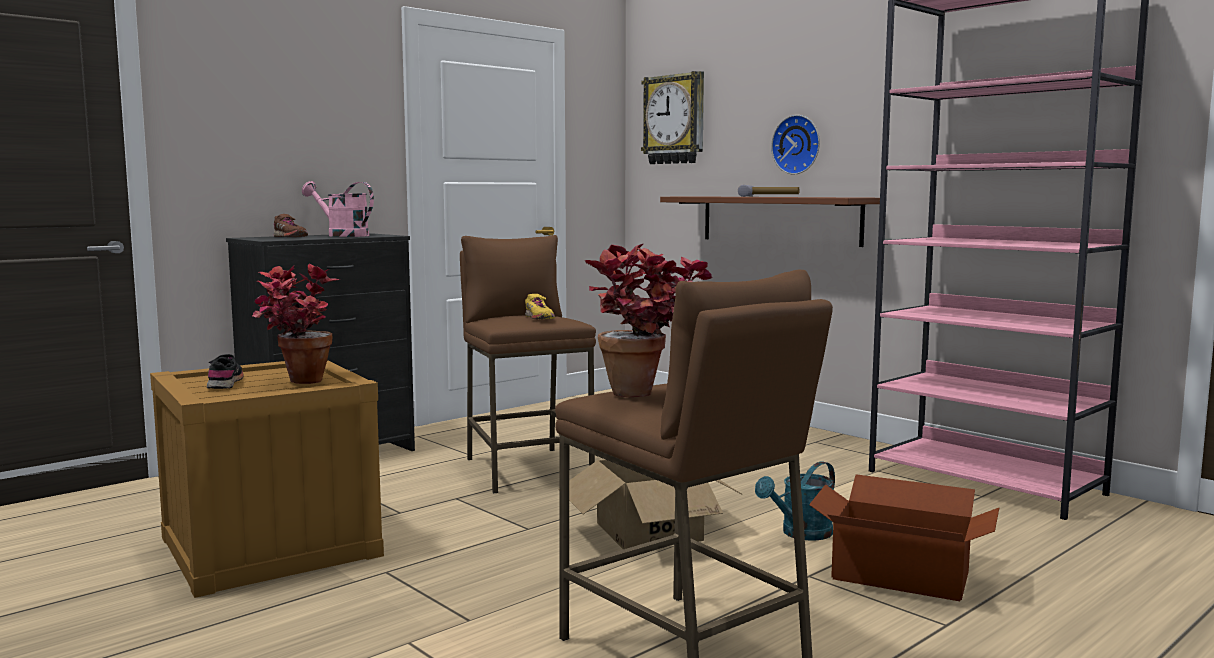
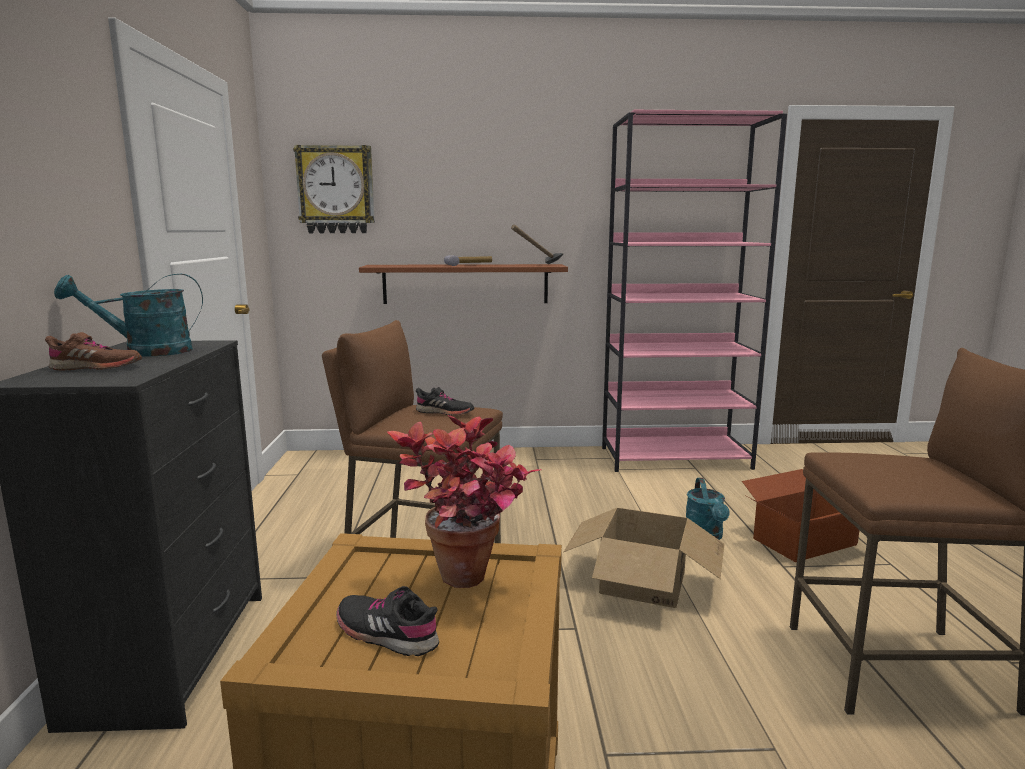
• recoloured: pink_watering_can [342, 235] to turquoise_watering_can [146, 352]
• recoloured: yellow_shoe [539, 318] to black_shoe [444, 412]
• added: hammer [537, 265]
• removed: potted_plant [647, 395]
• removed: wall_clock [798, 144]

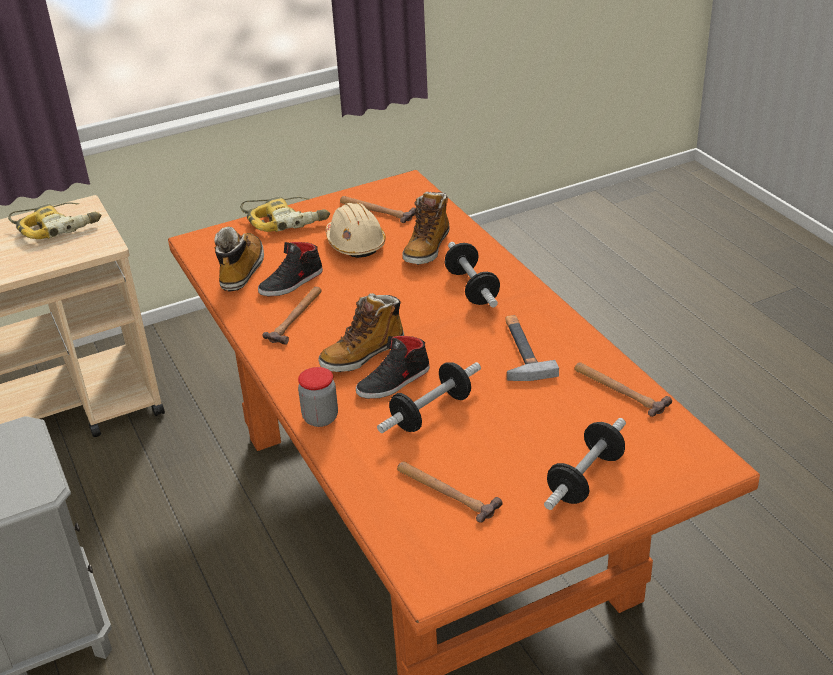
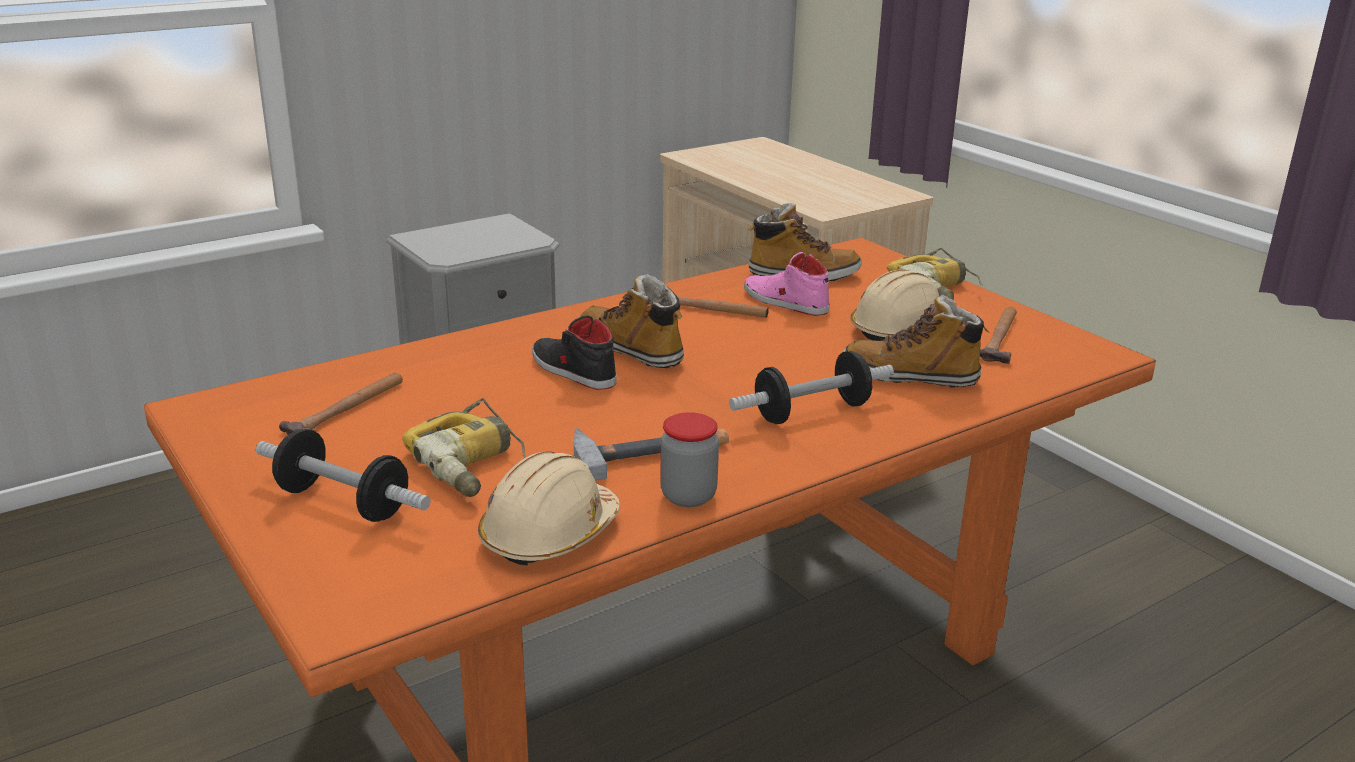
• moved: power_drill [57, 226] to [472, 462]
• replaced: hammer [619, 390] to beige_hard_hat [549, 534]
• moved: jar [320, 418] to [688, 496]
• recoloured: black_shoe [291, 283] to pink_shoe [784, 302]
• removed: dumbbell [431, 412]

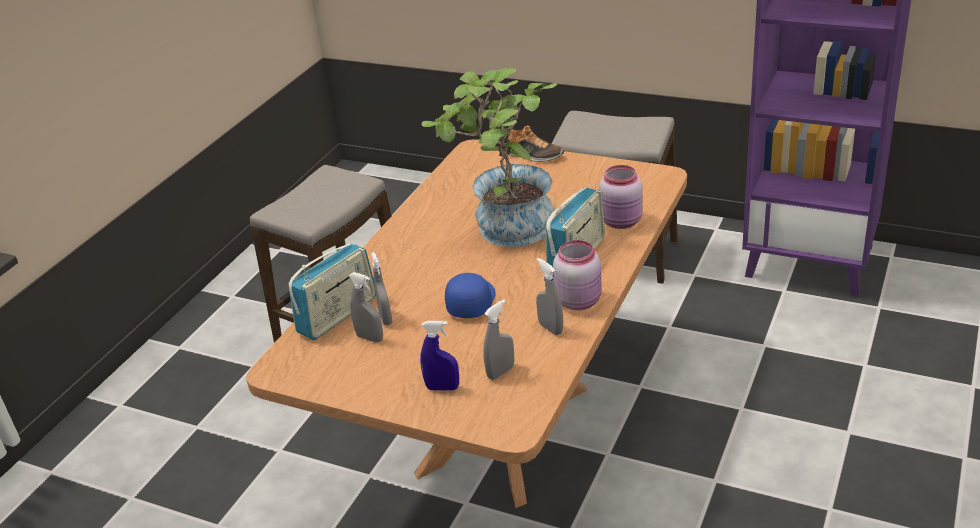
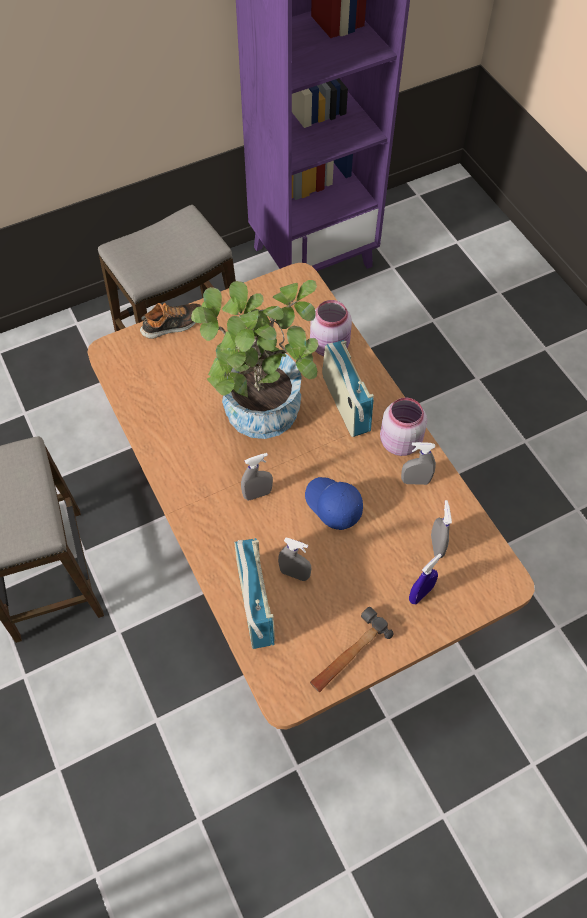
• moved: grey_spray_bottle [370, 338] to [257, 494]
• added: hammer [348, 654]

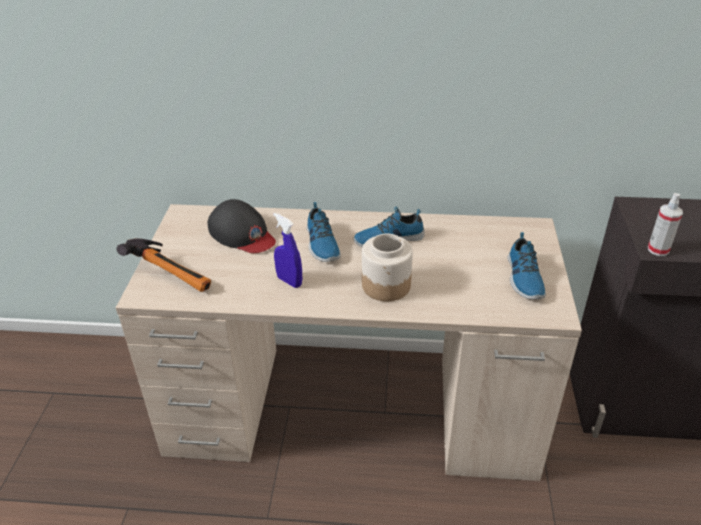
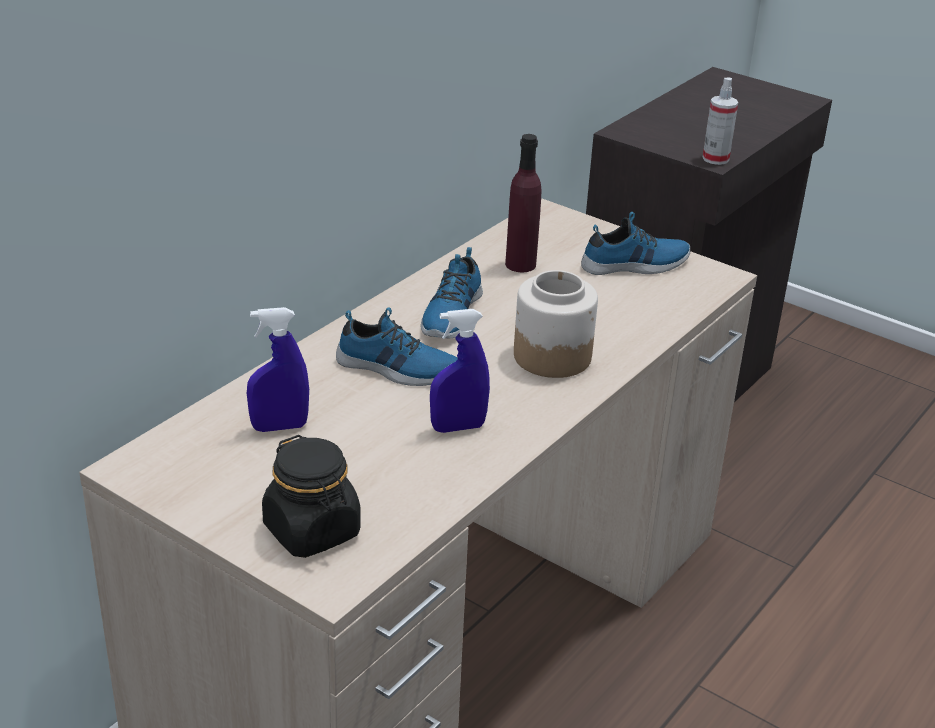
• replaced: black_cap [242, 234] to blue_spray_bottle [279, 427]
• replaced: hammer [173, 274] to black_jar [312, 531]
• added: purple_bottle [520, 264]
• turned: shoe [523, 278] = [636, 265] 45 degrees counterclockwise

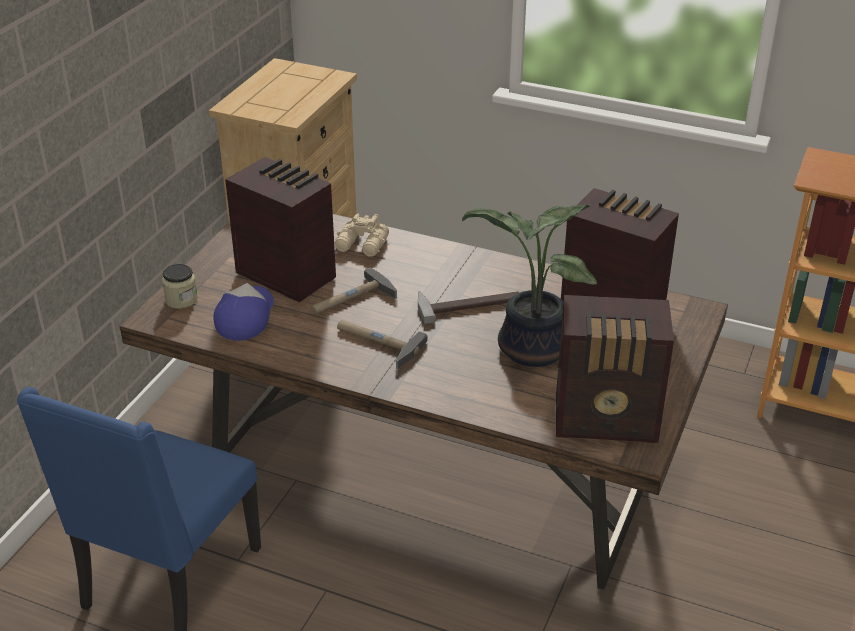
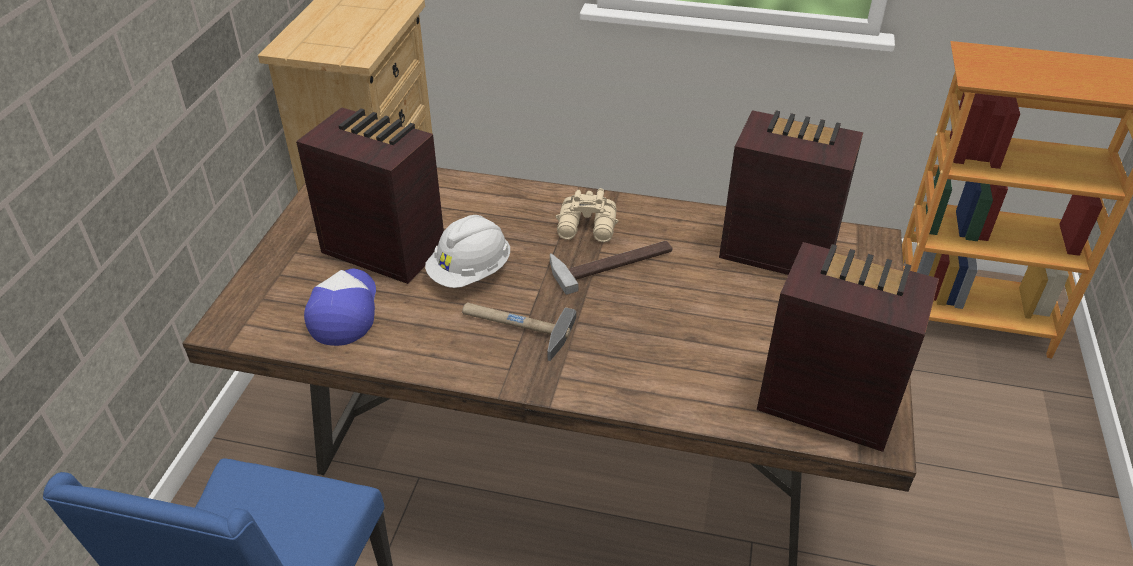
• replaced: hammer [351, 299] to white_hard_hat [470, 272]
• moved: beige_binoculars [362, 245] to [588, 228]
• turned: radio [608, 421] = [825, 401] 150 degrees counterclockwise
• removed: jar [181, 300]
• removed: potted_plant [529, 350]

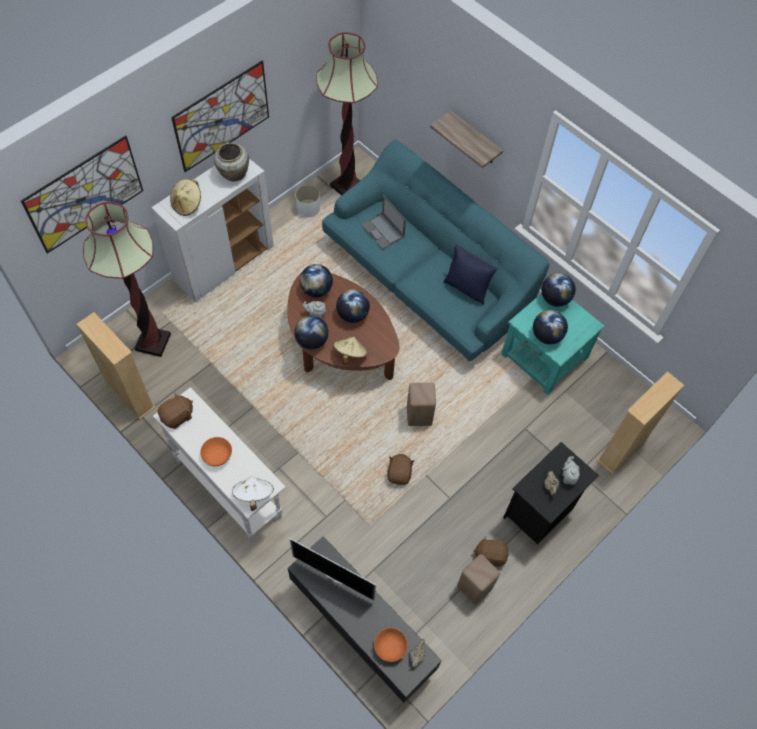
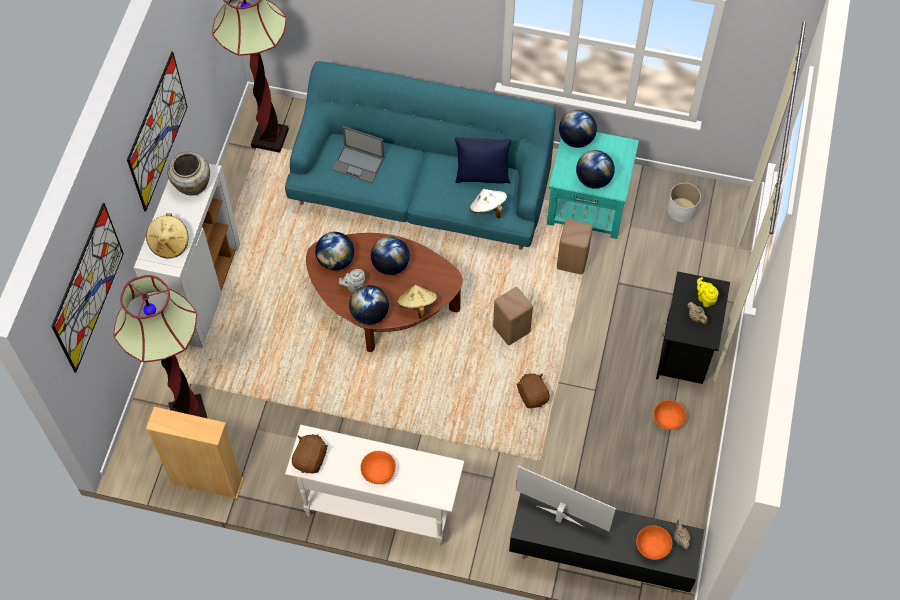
• moved: white_hat [253, 495] to [488, 209]
• turned: television [335, 576] = [559, 517] 150 degrees counterclockwise
• moved: beige_stool [474, 588] to [573, 262]
• replaced: brown_plush_toy [490, 555] to orange_bowl [668, 419]
• moved: white_planter [308, 208] to [681, 210]
• recoloured: grey_teapot [568, 476] to yellow_teapot [705, 298]
• removed: shelf [475, 139]
• removed: beige_bookcase [622, 449]

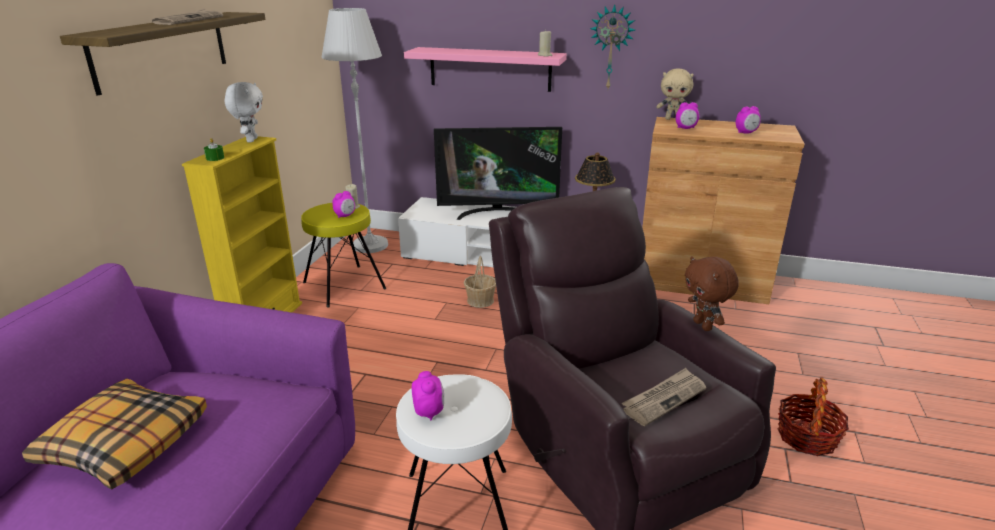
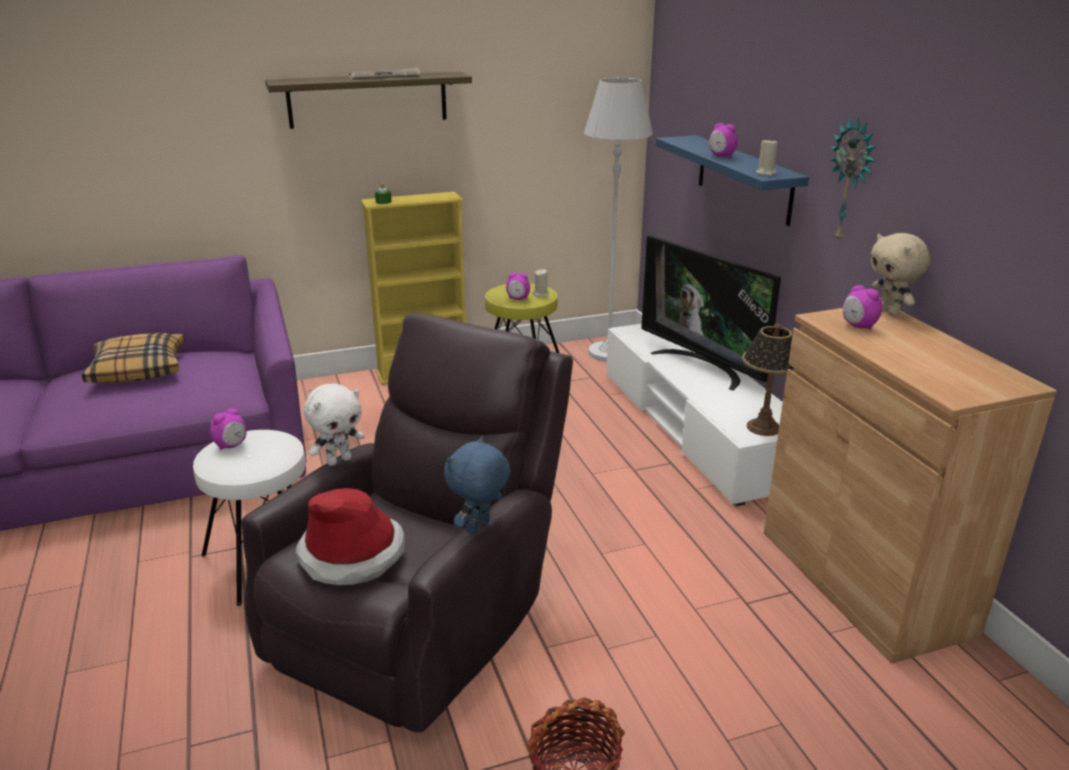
• replaced: newspaper [664, 398] to hat [352, 554]
• moved: white_plush_toy [251, 140] to [339, 460]
• recoloured: brown_plush_toy [703, 325] to blue_plush_toy [479, 528]
• recoloured: pink_shelf [490, 69] to blue_shelf [744, 179]
• moved: alarm_clock [746, 133] to [721, 156]
• removed: basket [480, 300]

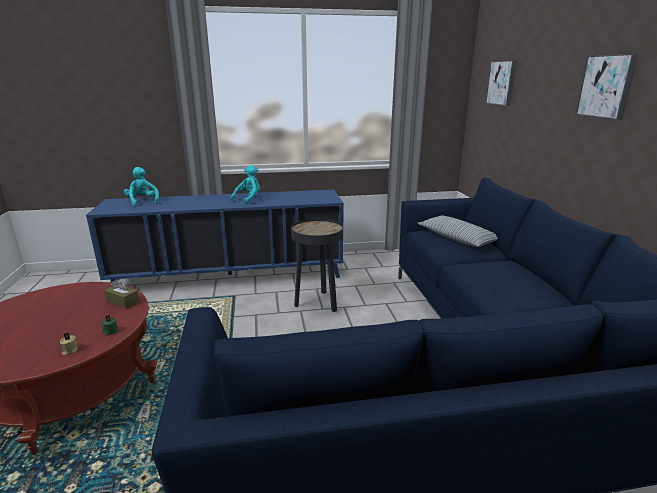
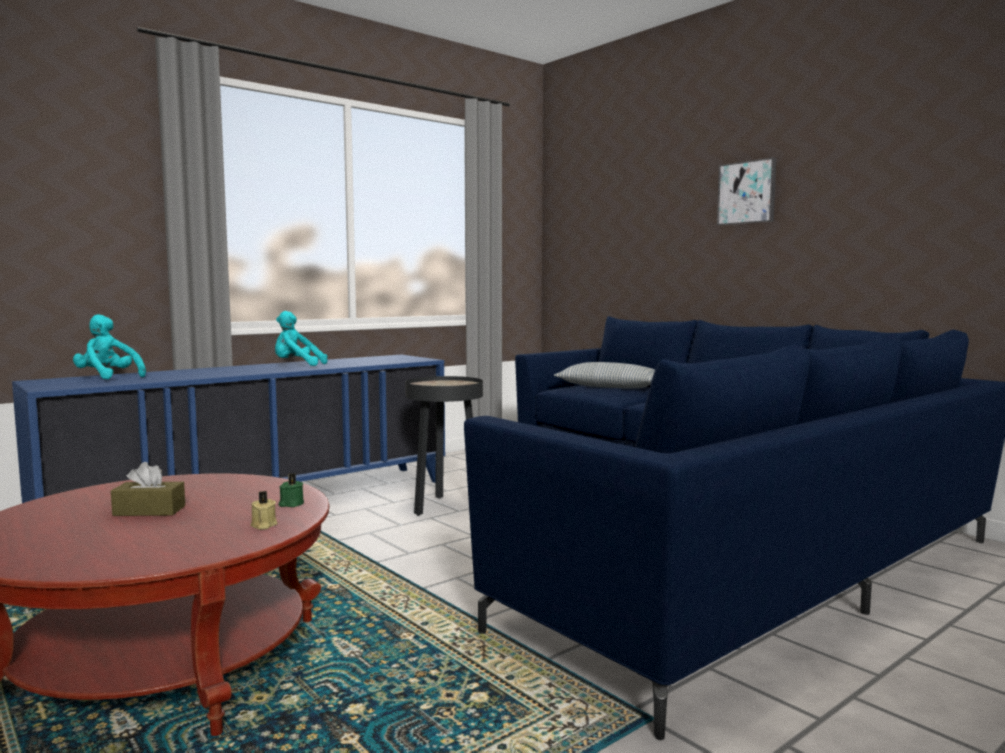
• moved: brown_tissue_box [123, 301] to [149, 511]
• turned: turquoise_plush_toy [248, 199] = [296, 365] 90 degrees counterclockwise
• removed: picture [502, 83]

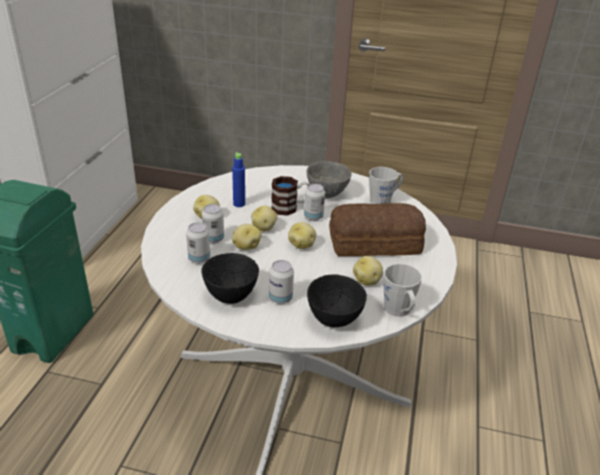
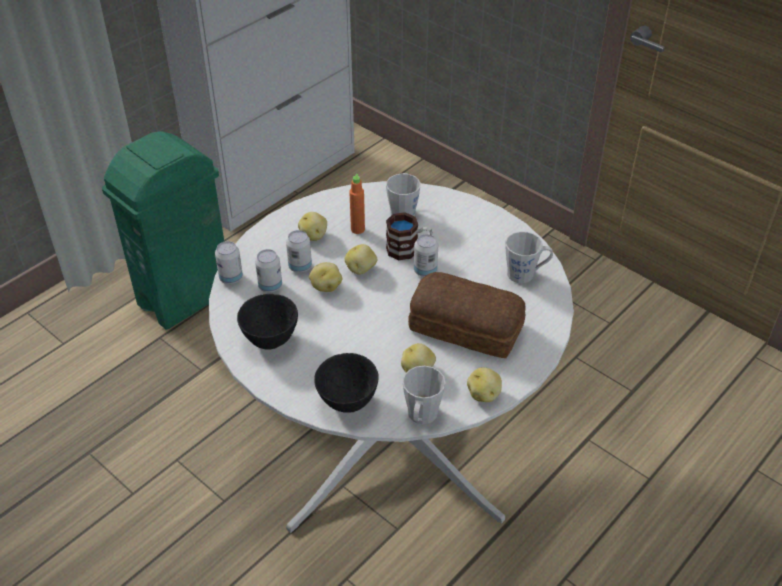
• moved: can [280, 298] to [231, 278]
• recoloured: blue_bottle [239, 204] to orange_bottle [357, 229]
• added: grey_mug [403, 211]
• moved: potato [302, 245] to [484, 394]
• removed: grey_bowl [327, 194]

